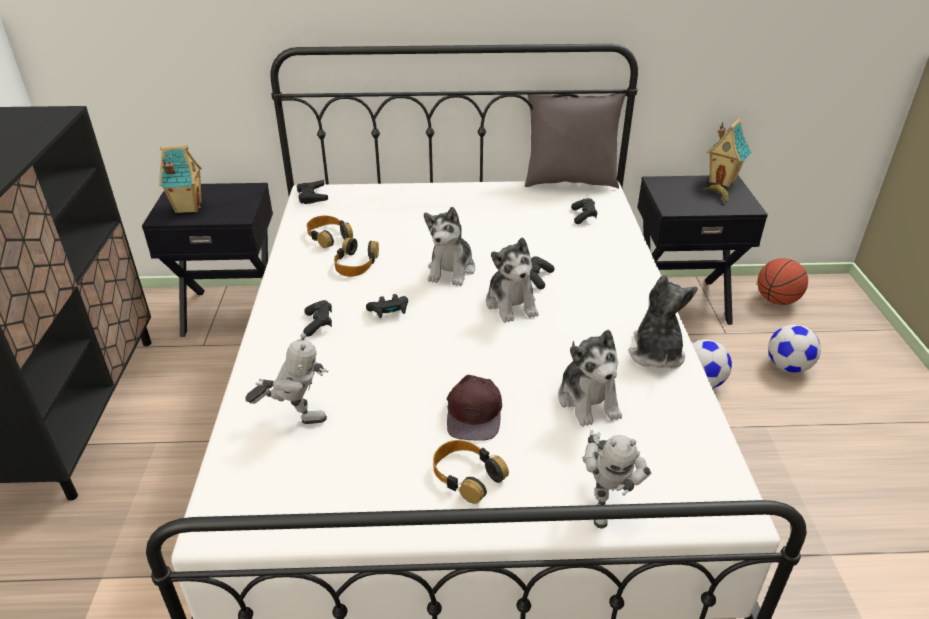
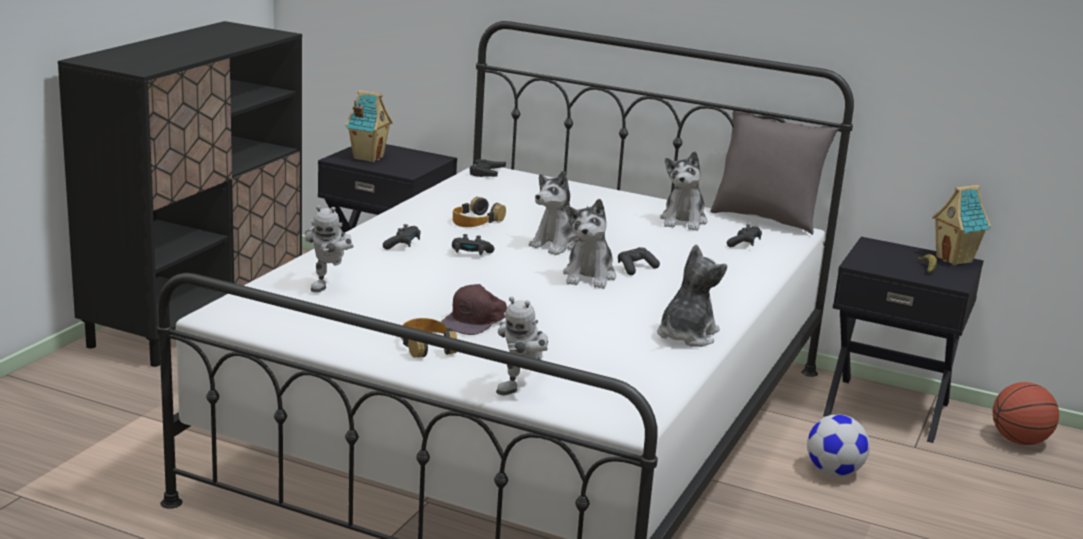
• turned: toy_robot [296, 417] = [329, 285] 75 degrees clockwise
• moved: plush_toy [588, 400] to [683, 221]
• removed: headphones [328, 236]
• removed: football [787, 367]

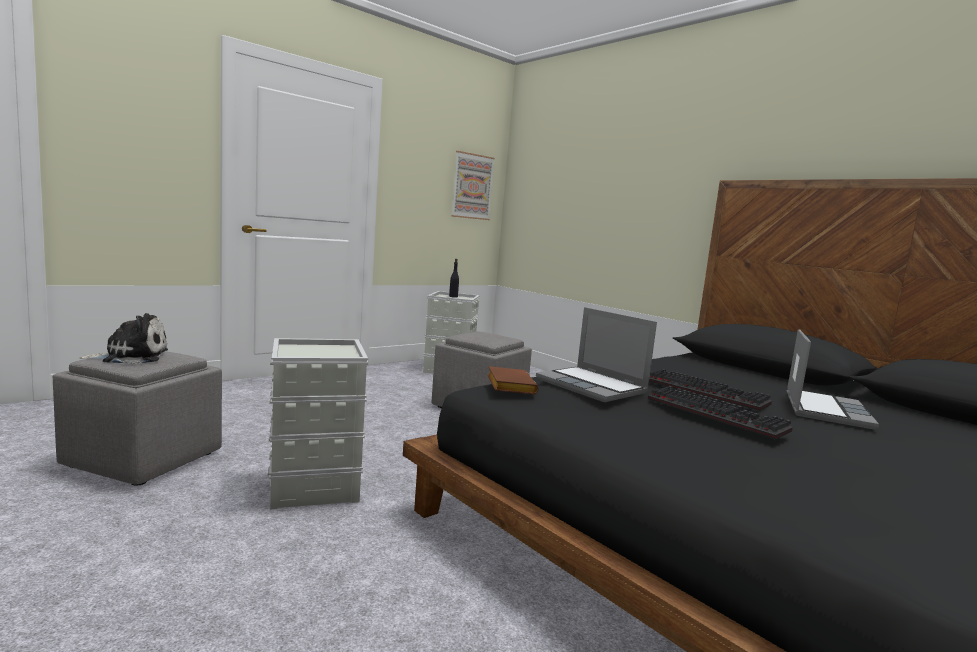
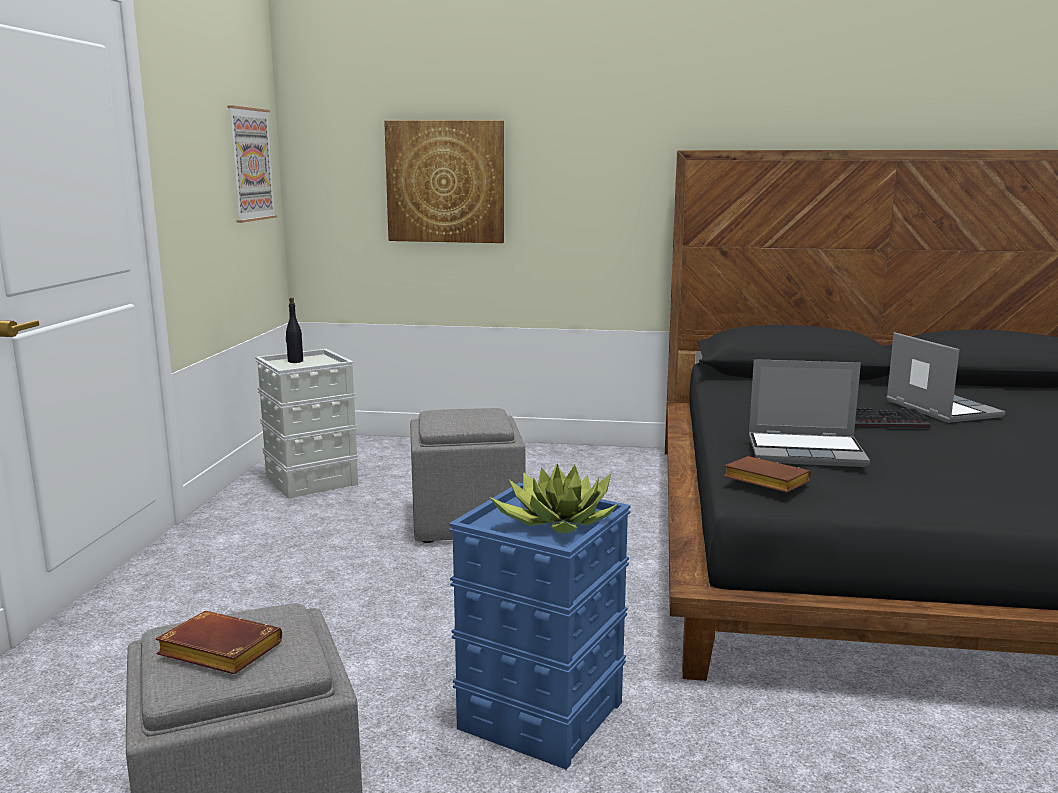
• replaced: plush_toy [131, 357] to brown_book [216, 652]
• added: picture [445, 182]
• recoloured: grey_storage_box [315, 486] to blue_storage_box [540, 714]
• added: potted_plant [555, 521]
• removed: keyboard [718, 415]

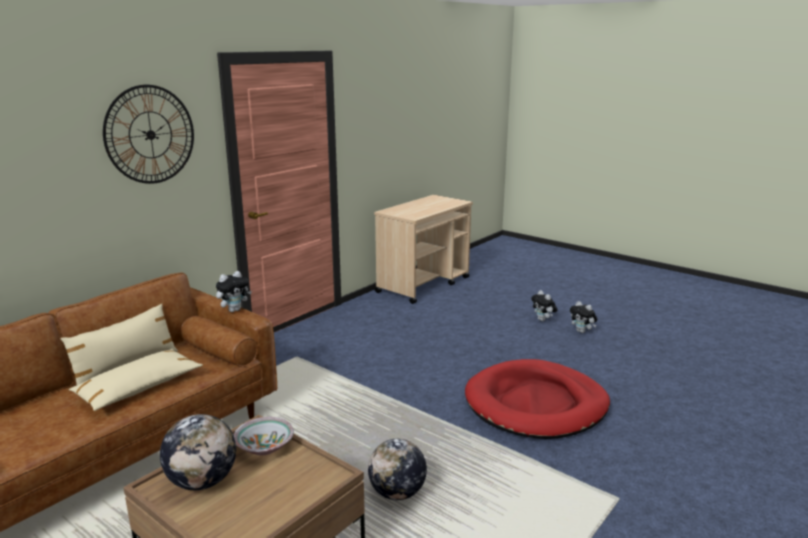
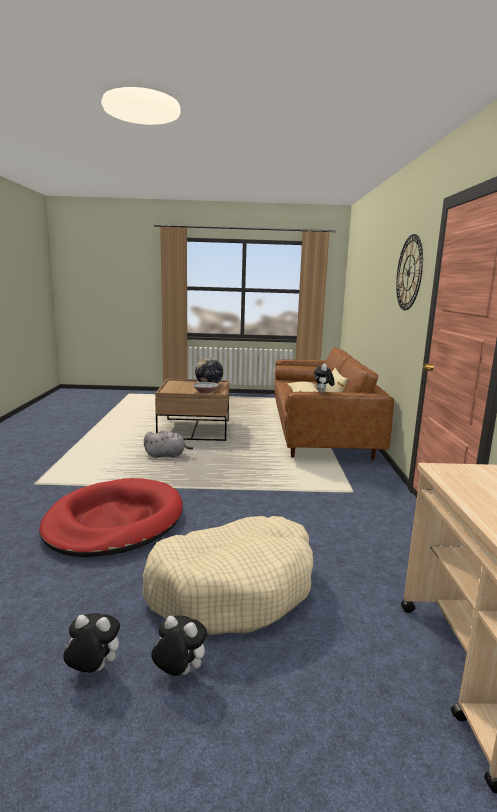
• added: beige_dog_bed [233, 588]
• replaced: globe [397, 493] to grey_plush_toy [167, 456]

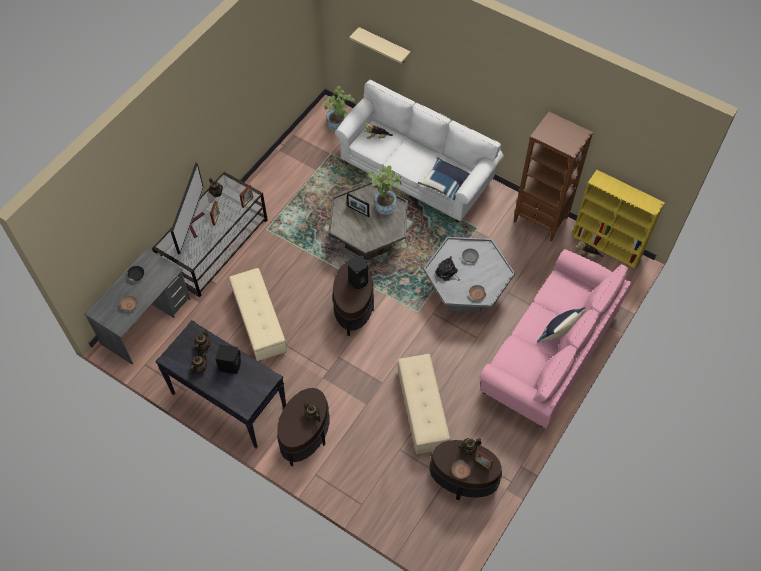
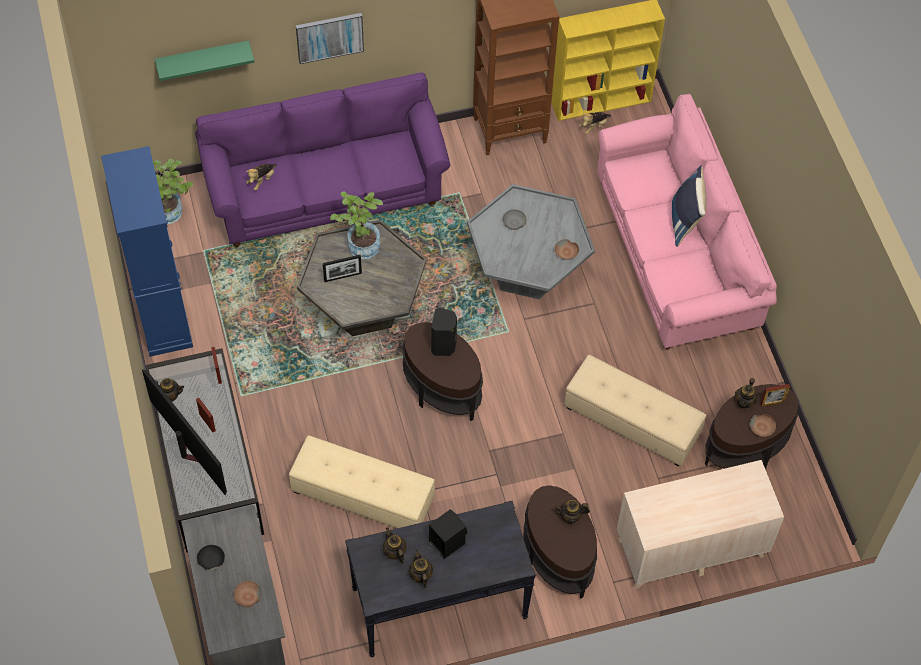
• added: blue_cabinet [163, 315]
• recoloured: beige_shelf [384, 45] to green_shelf [203, 58]
• recoloured: white_sofa [416, 173] to purple_sofa [326, 191]
• added: picture [329, 37]
• added: beige_dresser [690, 548]
• removed: blue_pillow [445, 183]
• removed: plush_toy [447, 273]

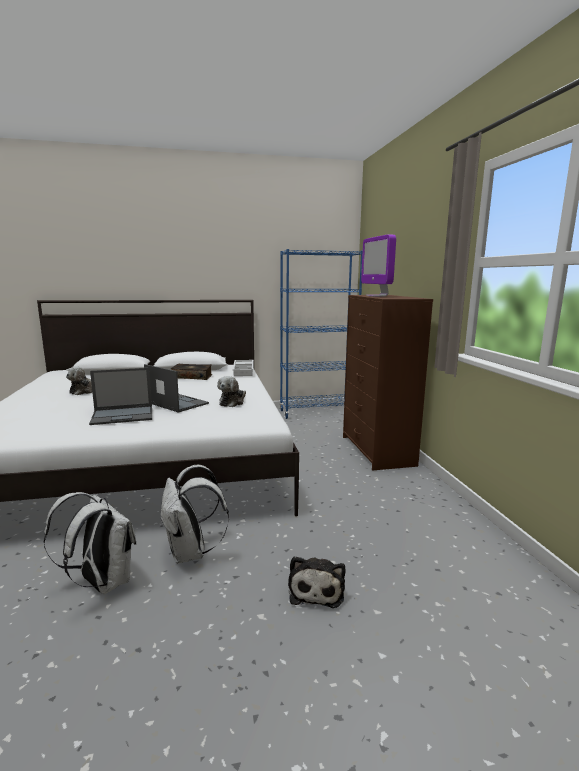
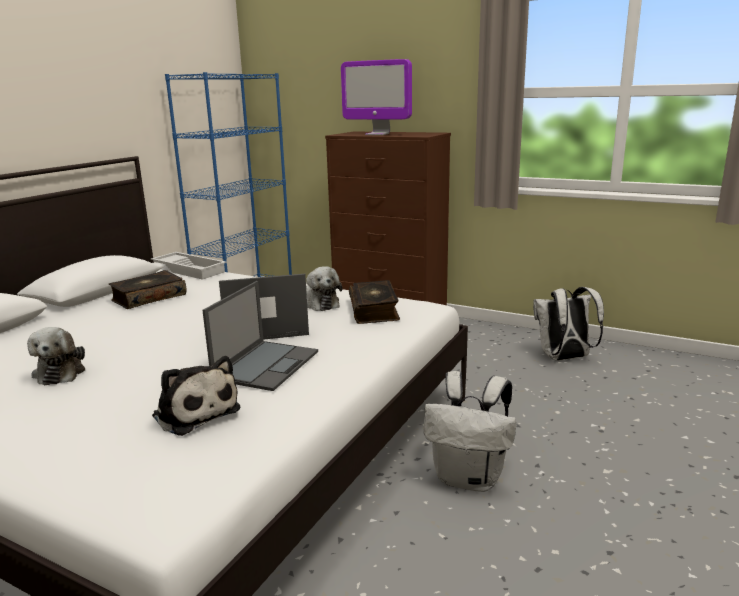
• moved: plush_toy [316, 589] to [194, 412]
• added: book [374, 310]
• moved: white_backpack [101, 582] to [564, 358]

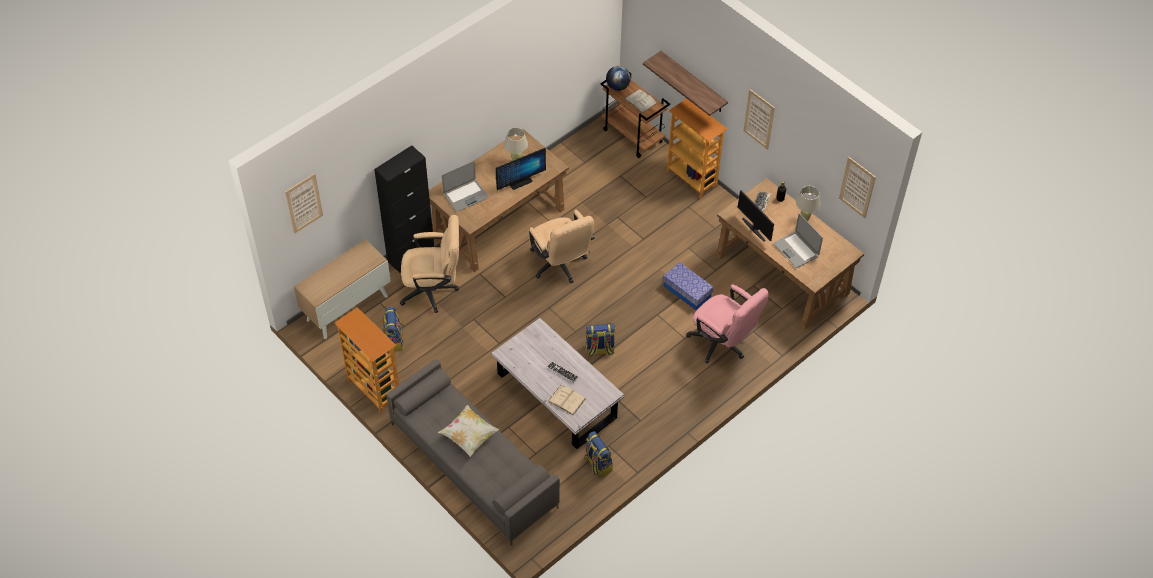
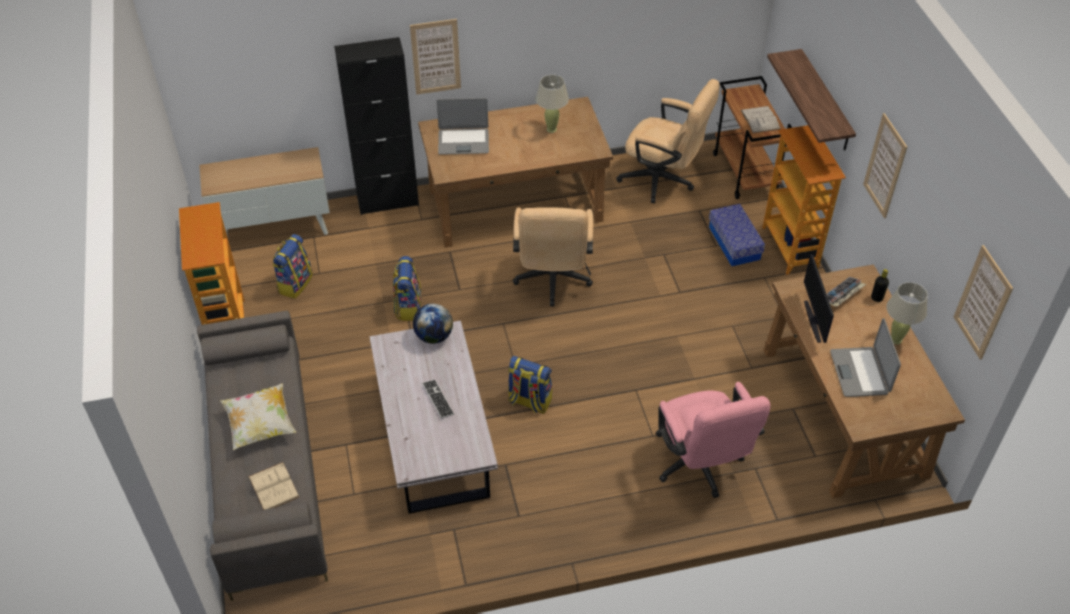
• moved: beige_book [566, 400] to [273, 486]
• moved: backpack [597, 464] to [408, 306]
• moved: picture [304, 203] to [436, 57]
• moved: globe [618, 87] to [434, 336]
• moved: beige_office_chair [434, 290] to [663, 181]
• moved: storage_box [687, 291] to [734, 243]
• removed: monitor [520, 182]

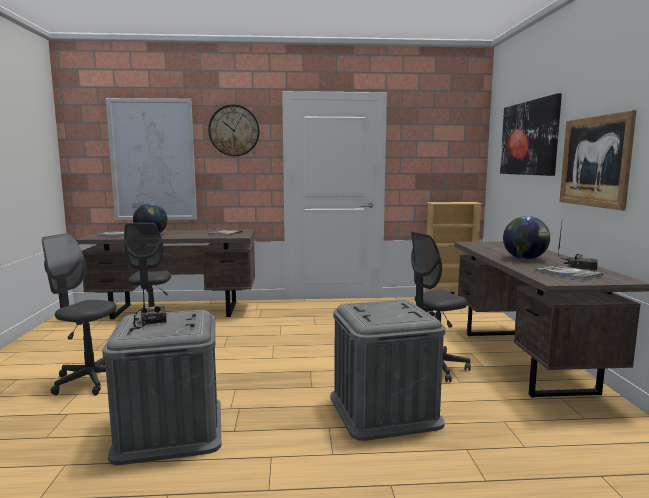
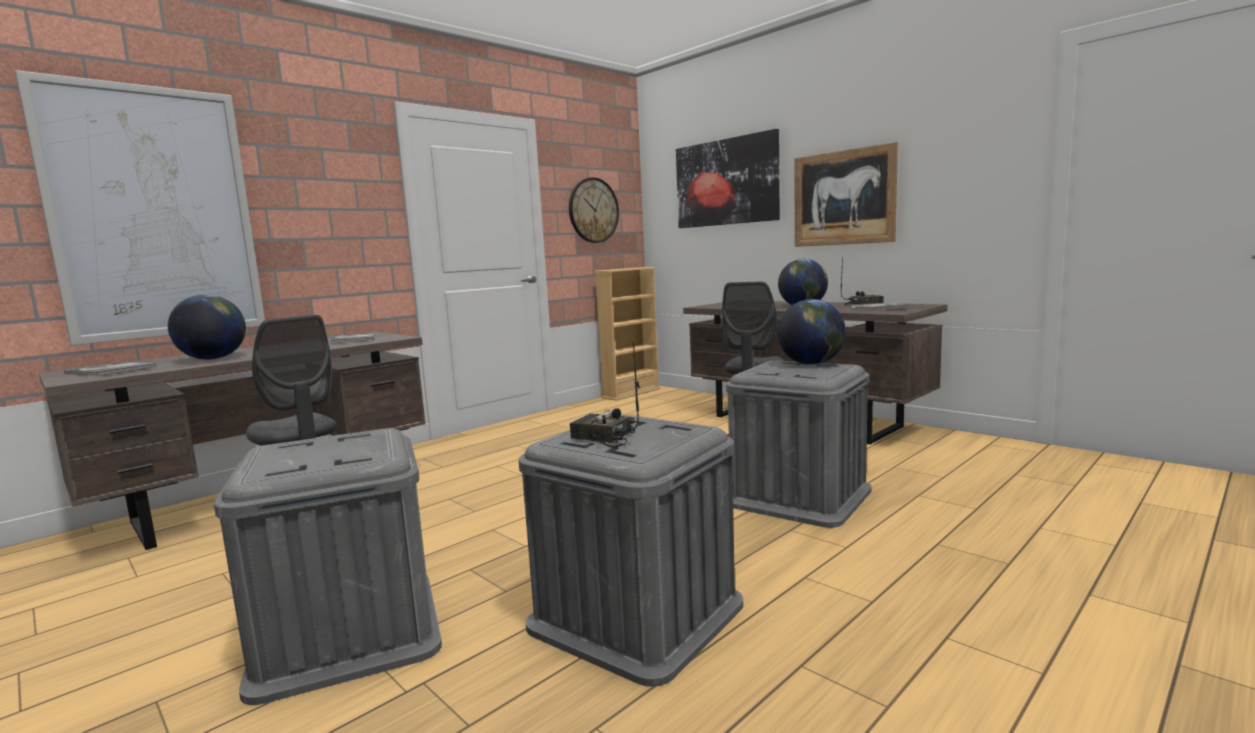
• replaced: grey_office_chair [89, 381] to grey_storage_box [347, 632]
• moved: wall_clock [234, 130] to [593, 210]
• added: globe [811, 364]

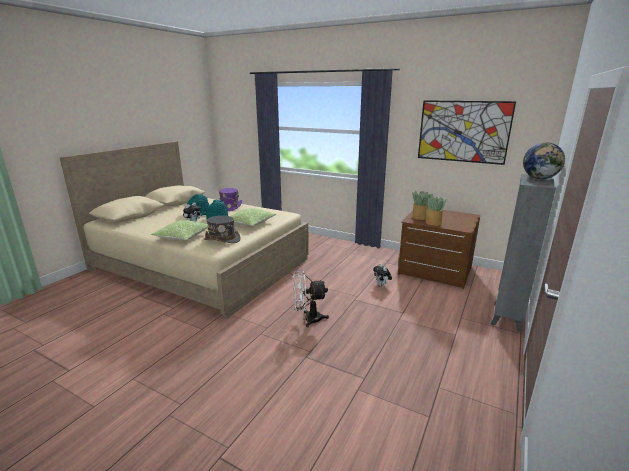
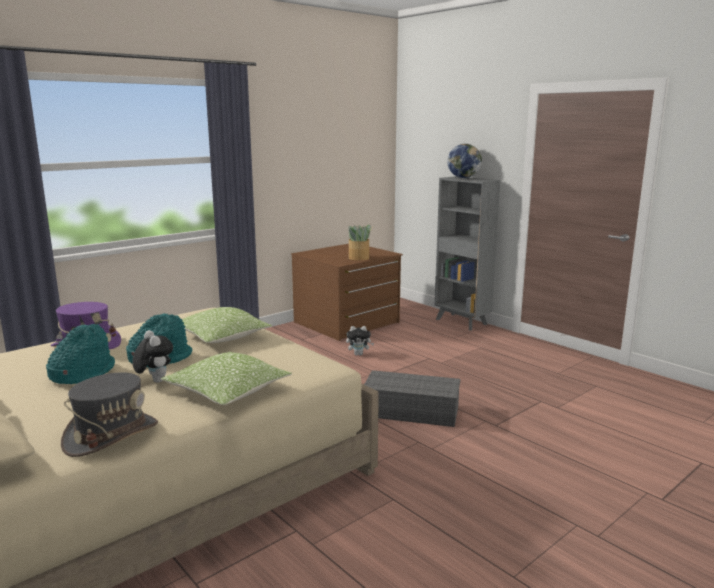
• moved: grey_hat [222, 239] to [111, 435]
• replaced: white_fan [308, 319] to grey_storage_box [412, 411]
• removed: potted_plant [419, 217]
• removed: picture [463, 131]

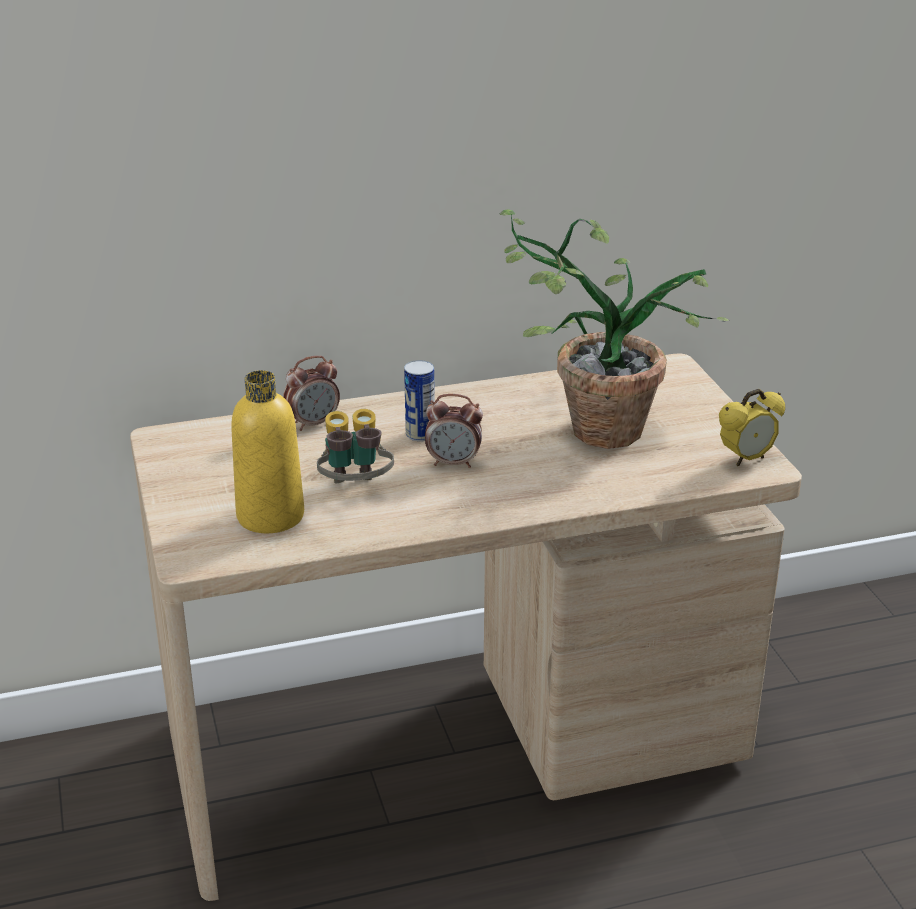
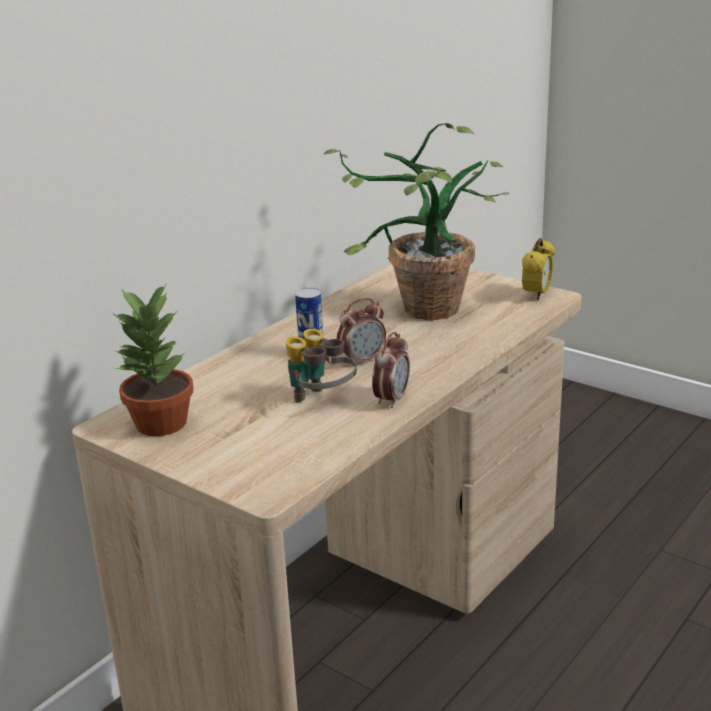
• added: potted_plant [162, 424]
• moved: alarm_clock [313, 423] to [391, 399]
• removed: yellow_bottle [270, 516]

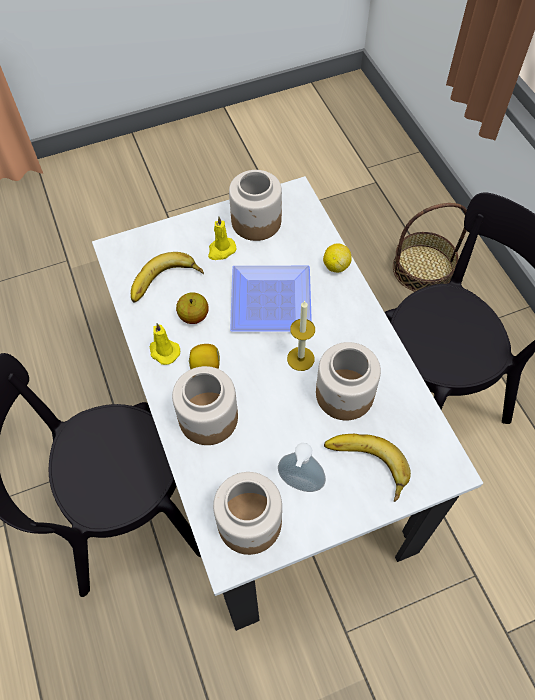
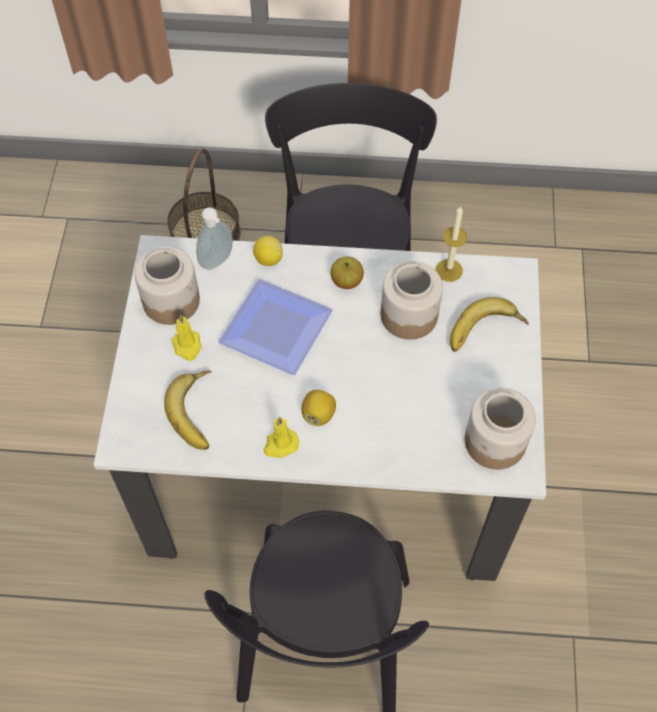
• moved: soap_dispenser [299, 485] to [218, 262]
• moved: apple [193, 316] to [346, 281]
• moved: candle [300, 358] to [449, 270]
• removed: jar [208, 417]

